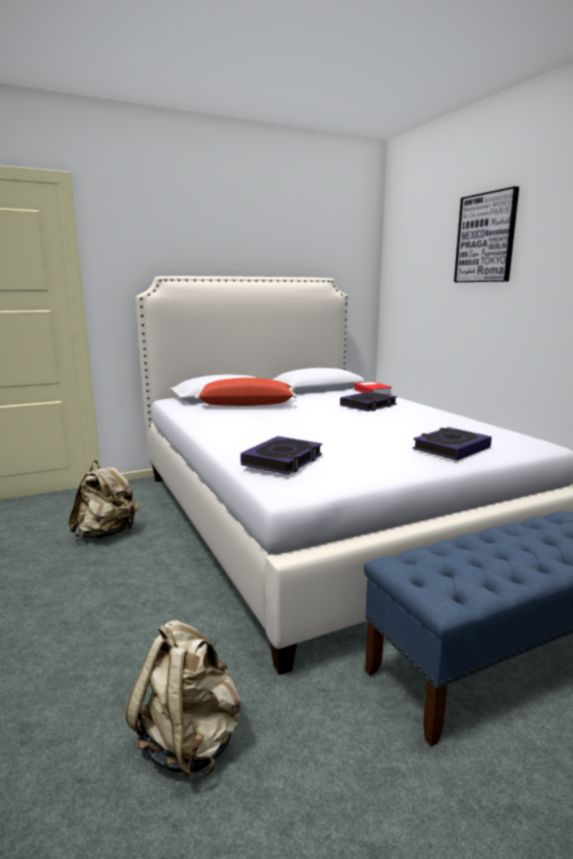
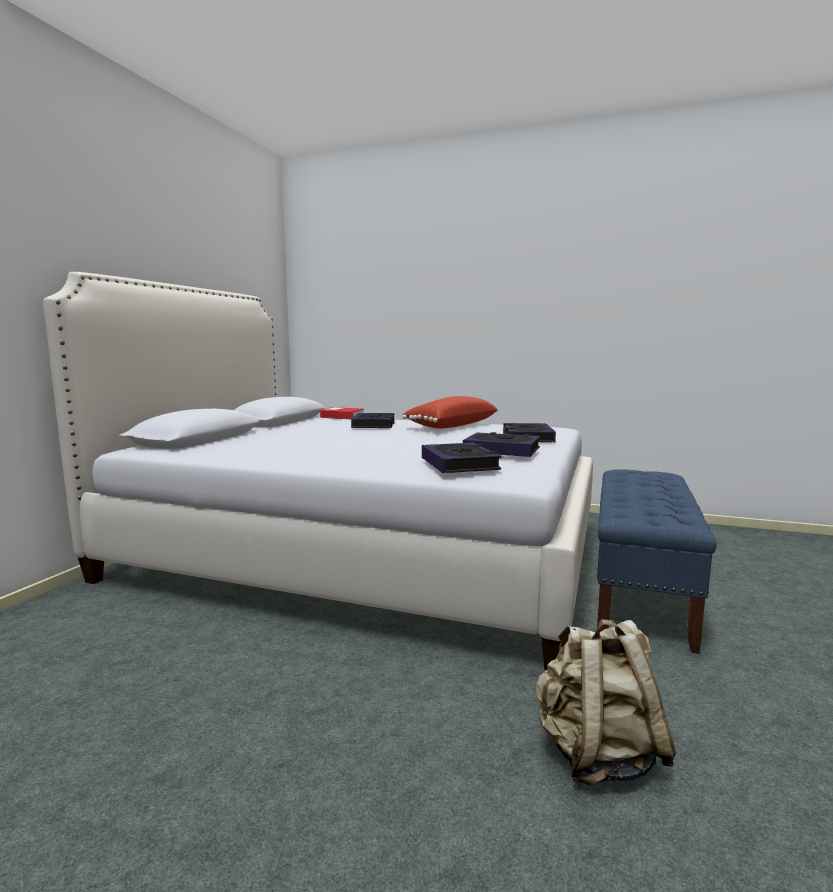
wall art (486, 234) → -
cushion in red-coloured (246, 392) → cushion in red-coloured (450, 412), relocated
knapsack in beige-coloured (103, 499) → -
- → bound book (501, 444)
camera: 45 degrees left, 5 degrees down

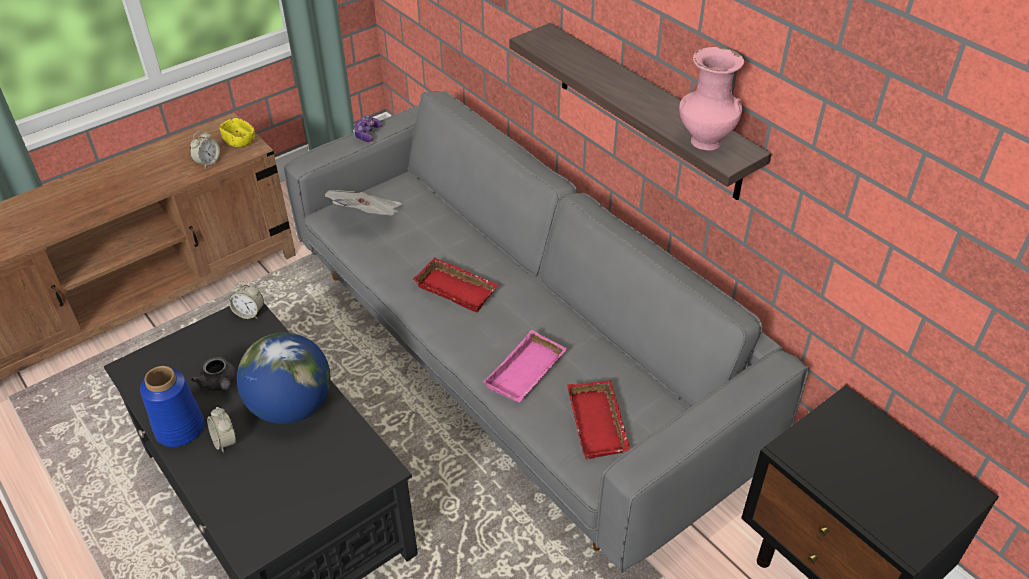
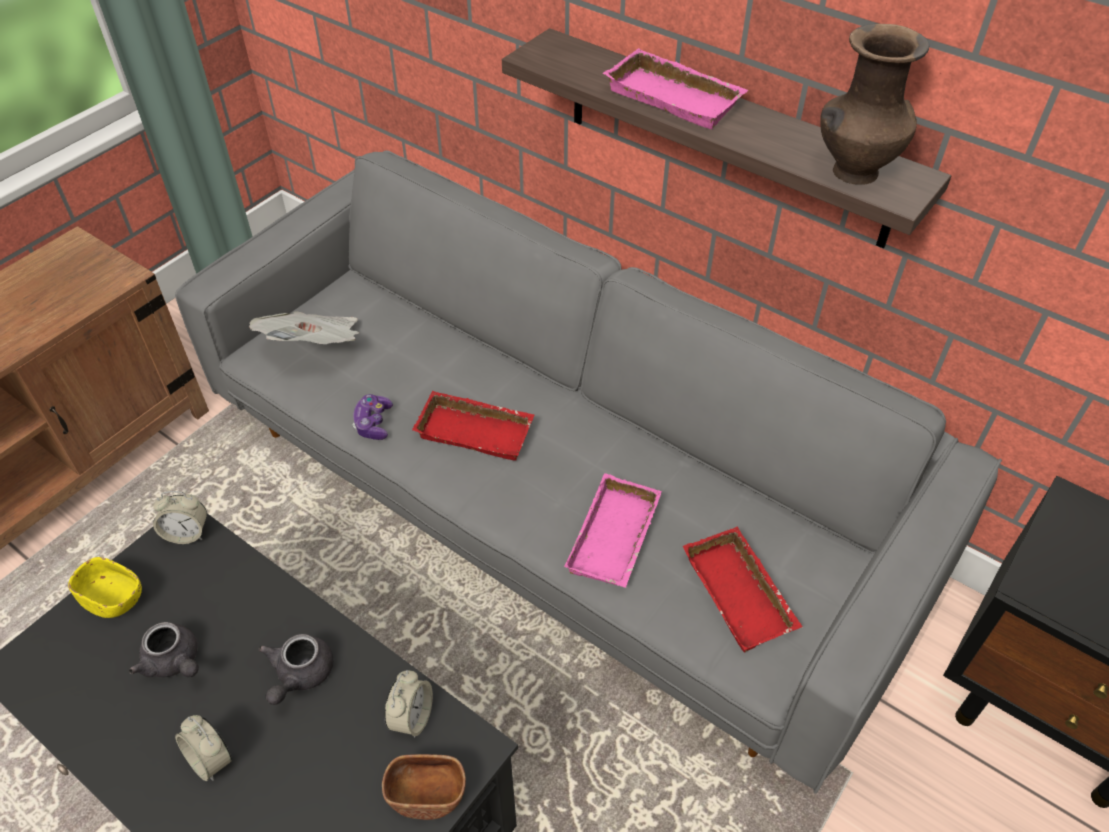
decorative vase in pink-coloured (711, 98) → decorative vase in brown (874, 104)
joypad (367, 129) → joypad (372, 417), relocated
deep dish in yellow-coloured (237, 132) → deep dish in yellow-coloured (105, 587), relocated
alarm clock (205, 149) → alarm clock (408, 704), relocated
world globe (283, 378) → tea pot in grey (295, 669)
decorative vase in blue-coloured (172, 406) → -
- → serving tray in pink-coloured (676, 88)
- → deep dish in brown (424, 787)
camera: 15 degrees left, 5 degrees up

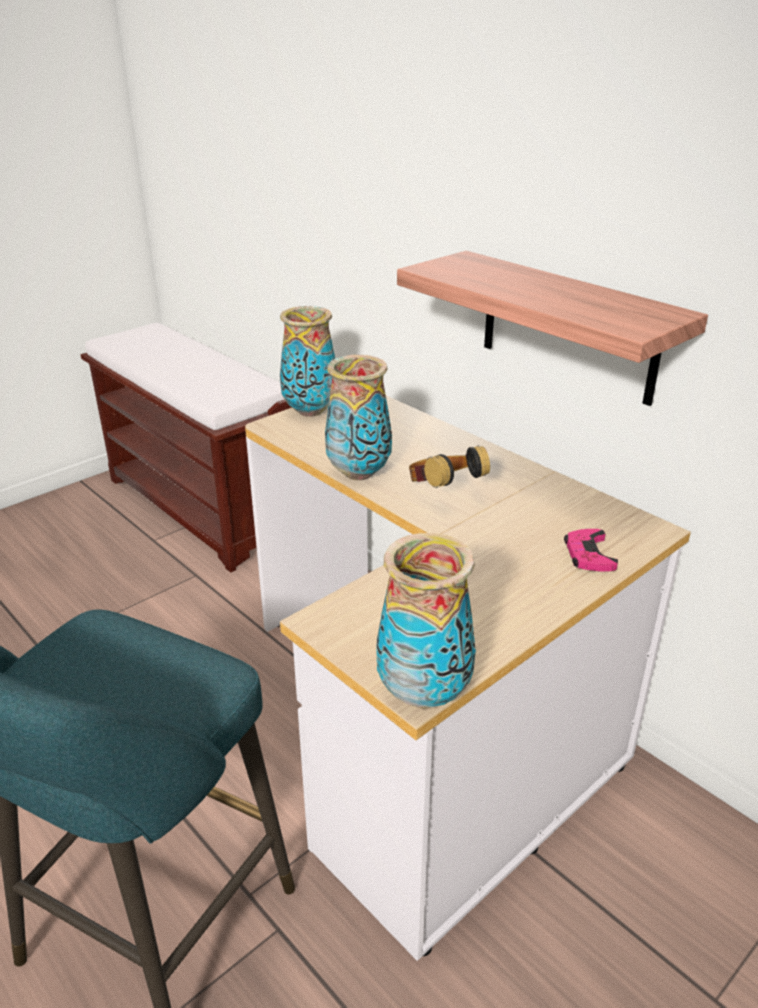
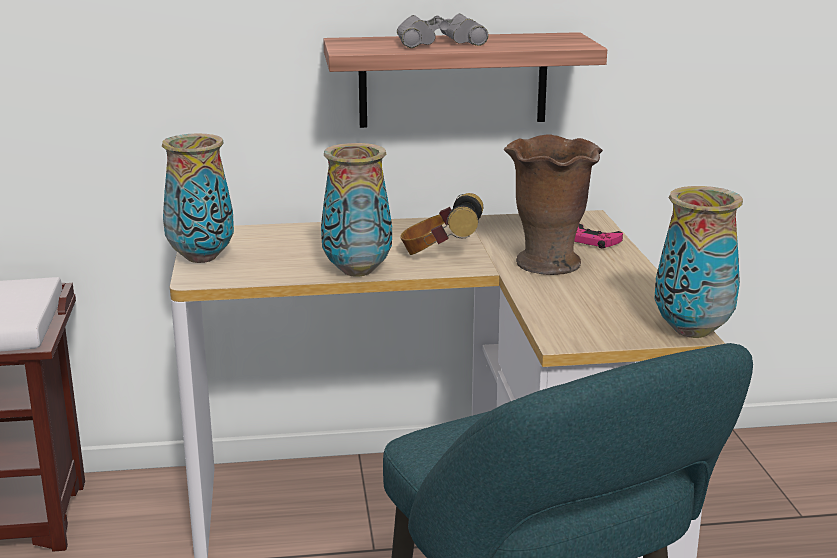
- → field glasses in grey (443, 31)
- → decorative vase in brown (553, 204)
camera: 55 degrees left, 10 degrees down

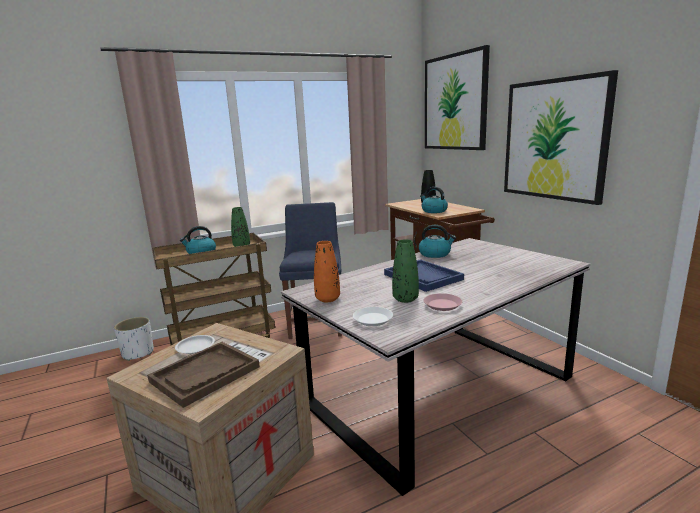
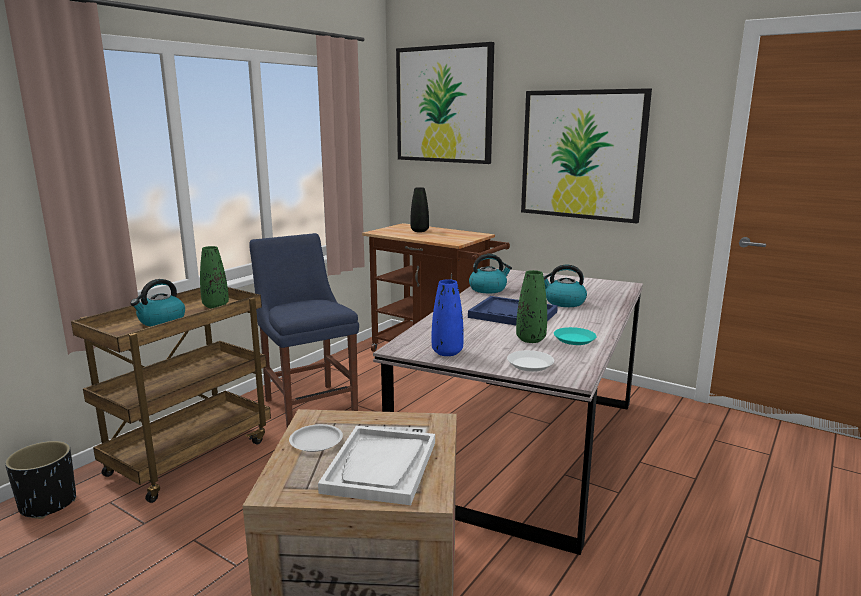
tea kettle (434, 200) → tea kettle (565, 286), relocated
decorative vase in orange (327, 271) → decorative vase in blue-coloured (448, 317)
plate in pink-coloured (443, 302) → plate in turquoise (575, 336)
plant pot in white (134, 339) → plant pot in black-coloured (40, 480)
serving tray in brown (203, 375) → serving tray in white (376, 465)
camera: 30 degrees left, 0 degrees up

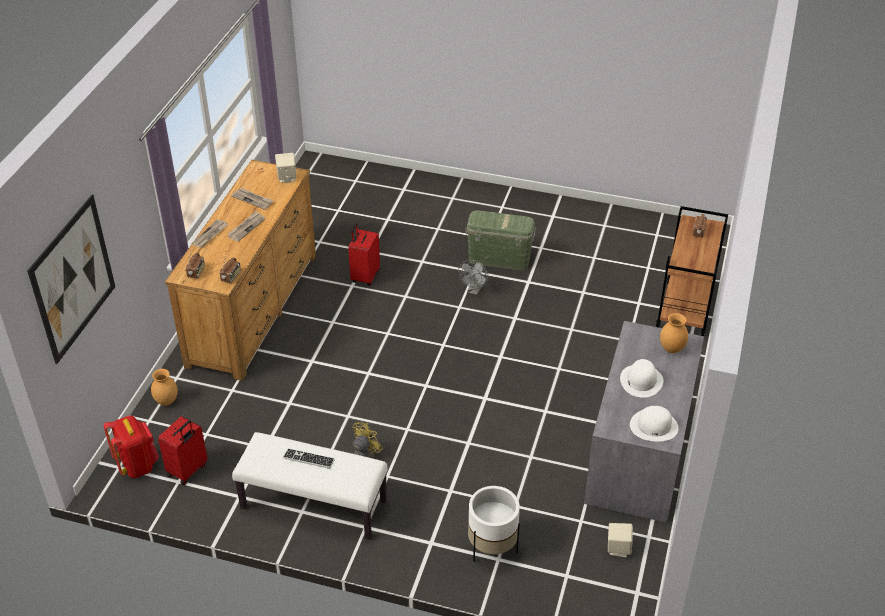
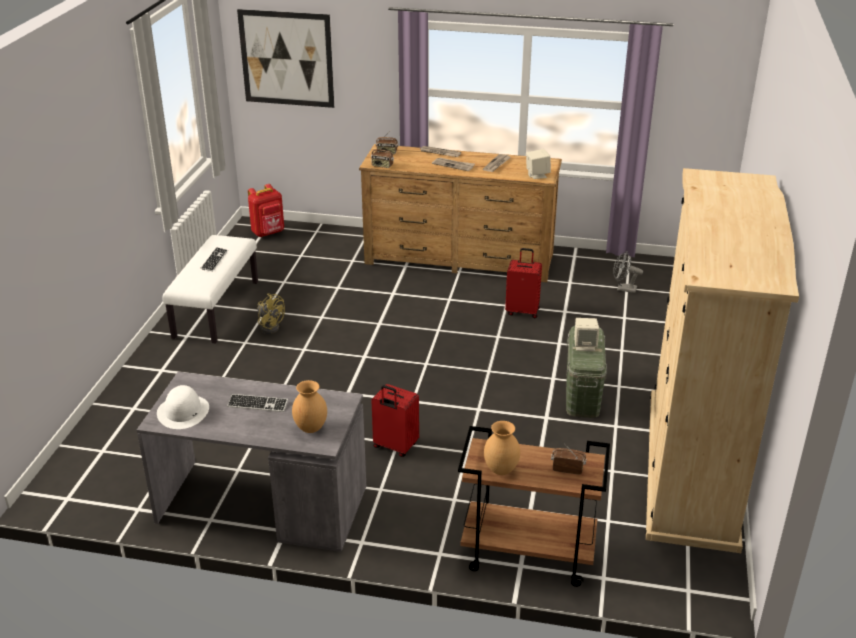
cooling fan in grey (473, 277) → cooling fan in grey (628, 272), relocated
clothing hat in white (641, 378) → PC keyboard (257, 403)
decorative vase in brown (164, 387) → decorative vase in brown (502, 448), relocated
piece of luggage in red-coloured (183, 450) → piece of luggage in red-coloured (395, 420), relocated
plant pot in white (494, 524) → -
audio speaker in beige-coloured (620, 540) → audio speaker in beige-coloured (586, 334), relocated
- → clothes cupboard in beige-coloured (722, 360)
camera: 85 degrees right, 10 degrees down

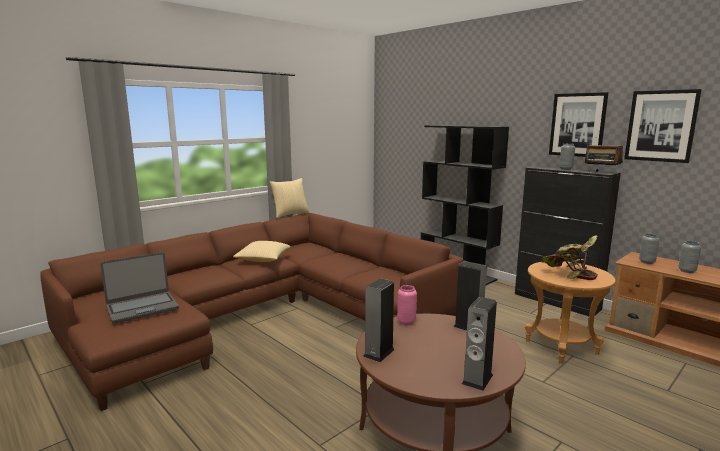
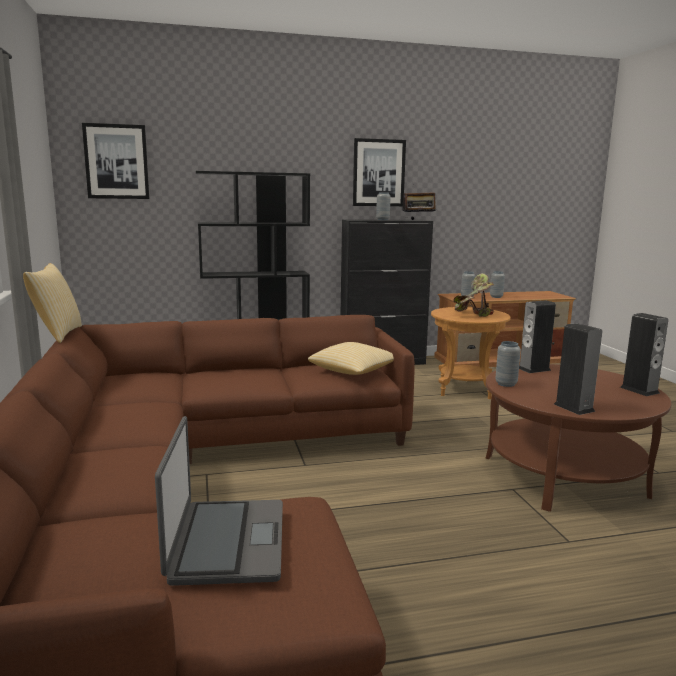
wall art (663, 126) → wall art (115, 161), relocated
cushion (262, 251) → cushion (351, 358), relocated
decorative vase in pink-coloured (407, 305) → decorative vase in grey (508, 364)
camera: 60 degrees left, 0 degrees up

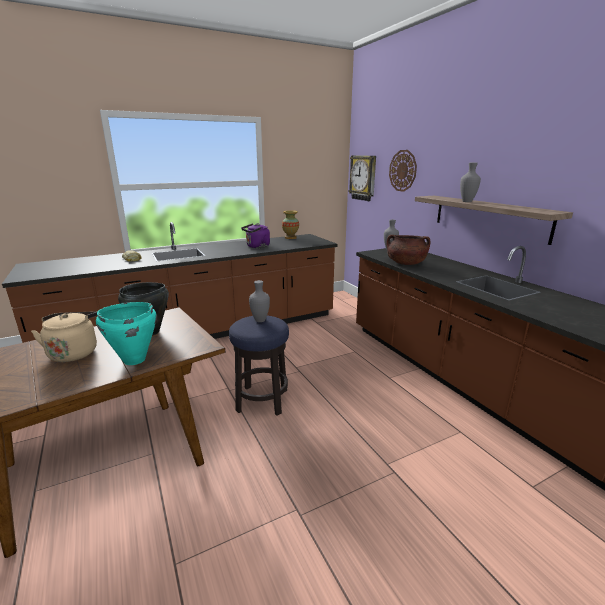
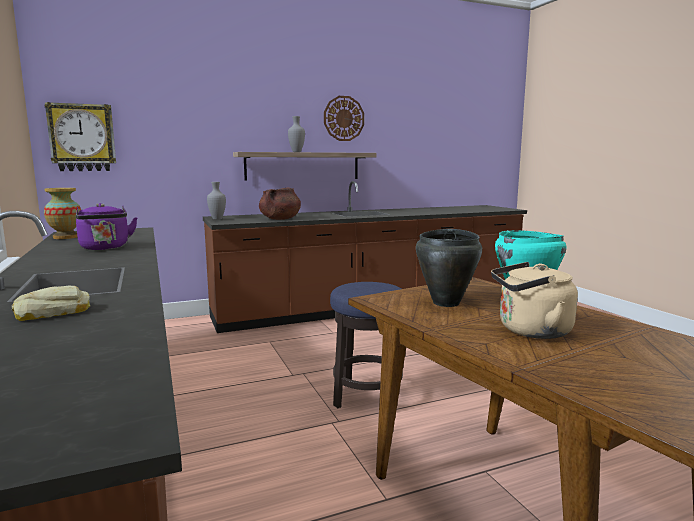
wall clock (403, 171) → wall clock (344, 118), relocated
decorative vase in grey (259, 301) → -
camera: 85 degrees left, 10 degrees down

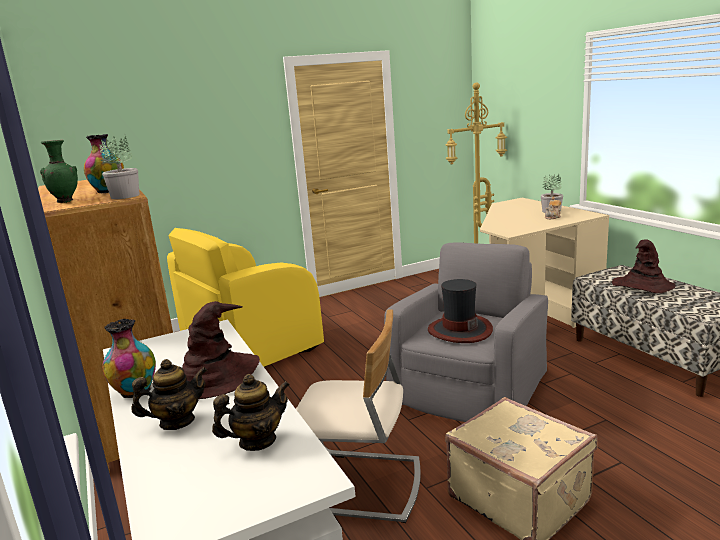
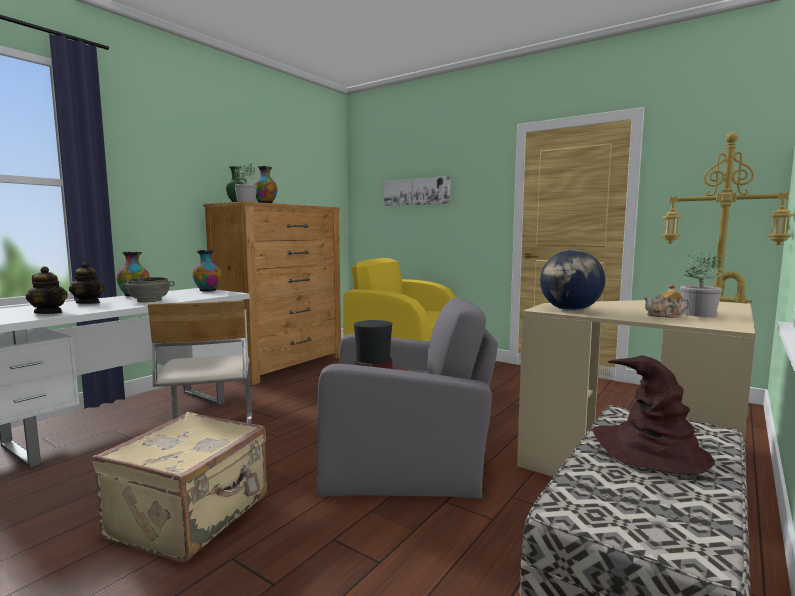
clothing hat in brown (221, 350) → deep dish in grey (147, 289)
- → wall art (417, 191)
- → decorative vase (207, 271)
- → world globe (572, 280)
camera: 60 degrees right, 10 degrees down

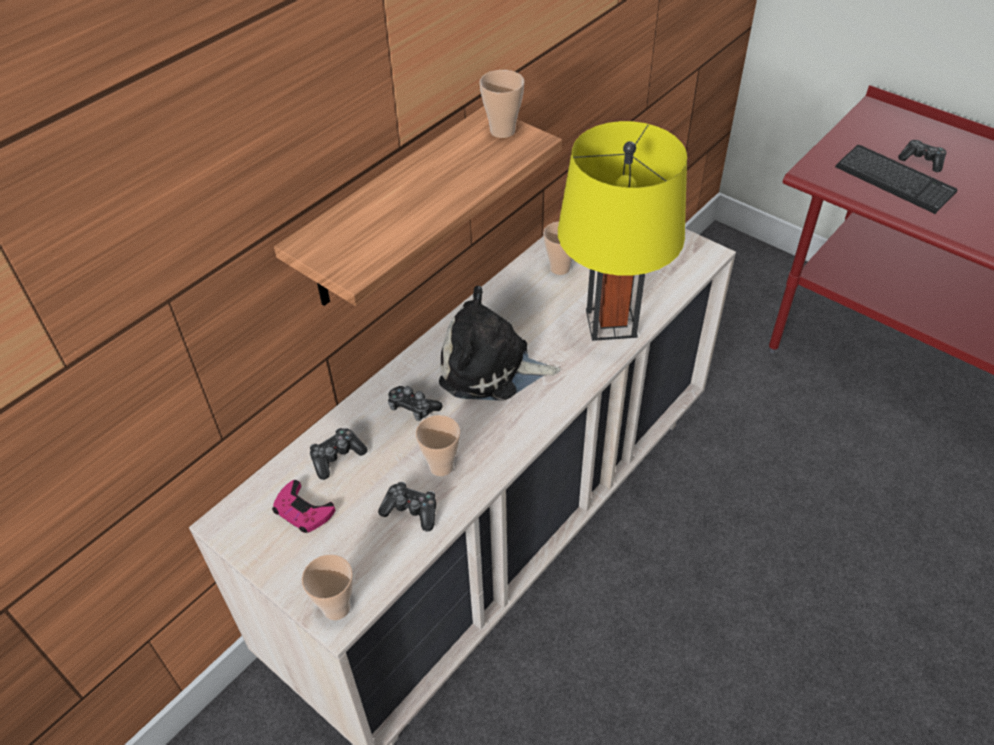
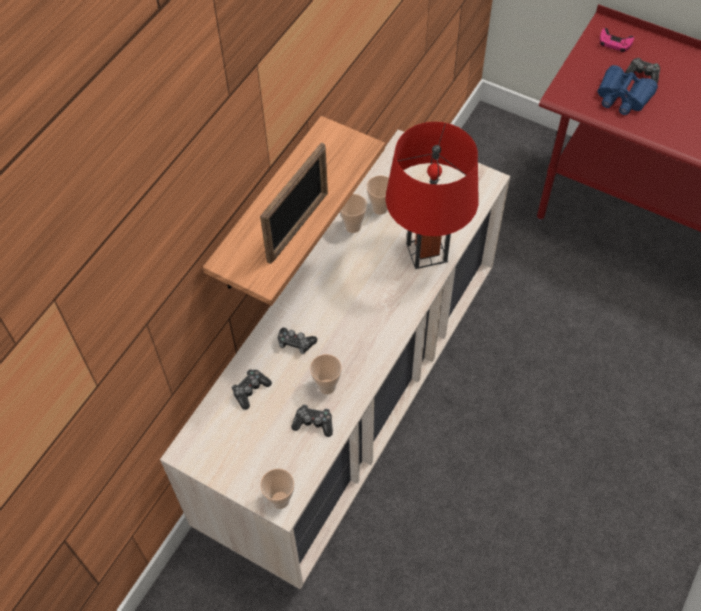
small cup (501, 104) → small cup (353, 213), relocated
table lamp in yellow-coloured (622, 231) → table lamp in red-coloured (432, 195)
PC keyboard (896, 179) → field glasses in blue-coloured (628, 90)
plush toy (499, 343) → -
joypad in pink-coloured (304, 506) → joypad in pink-coloured (617, 40), relocated
- → photo frame (294, 203)
camera: 10 degrees left, 10 degrees up

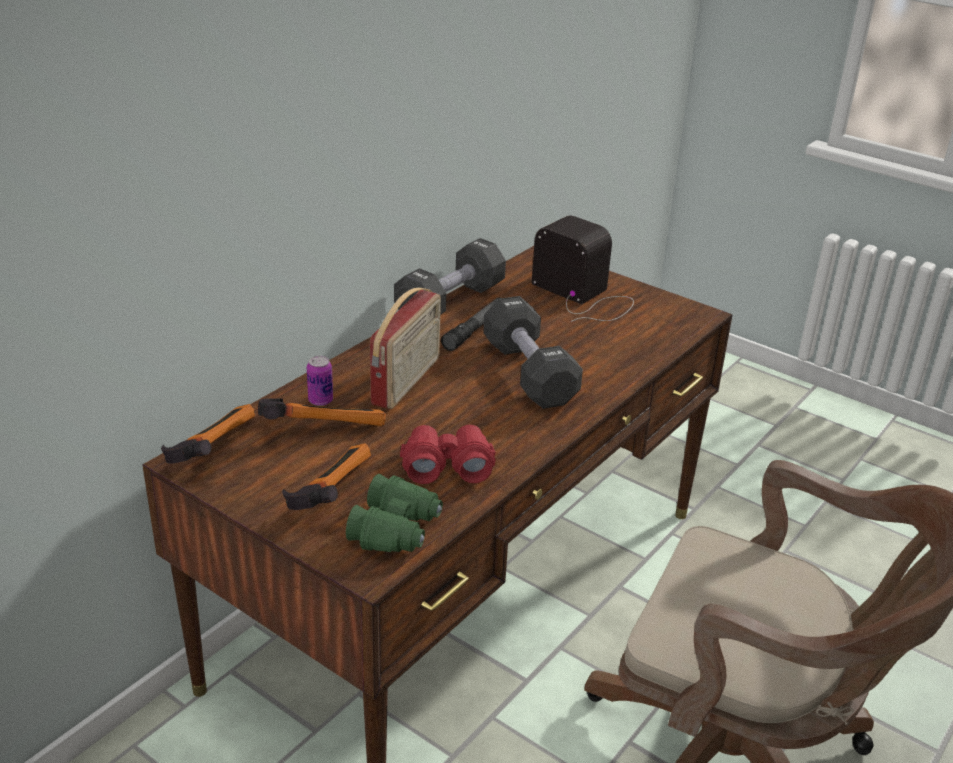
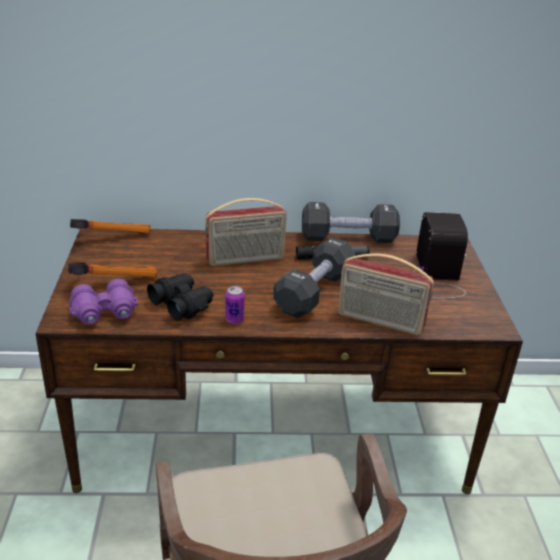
sealed can (320, 381) → sealed can (235, 305), relocated
tool hammer (322, 412) → -
field glasses in red-coloured (448, 454) → field glasses in black-coloured (180, 297)
field glasses in green-coloured (394, 513) → field glasses in purple (103, 302)
- → radio receiver (386, 294)
camera: 50 degrees right, 0 degrees up

